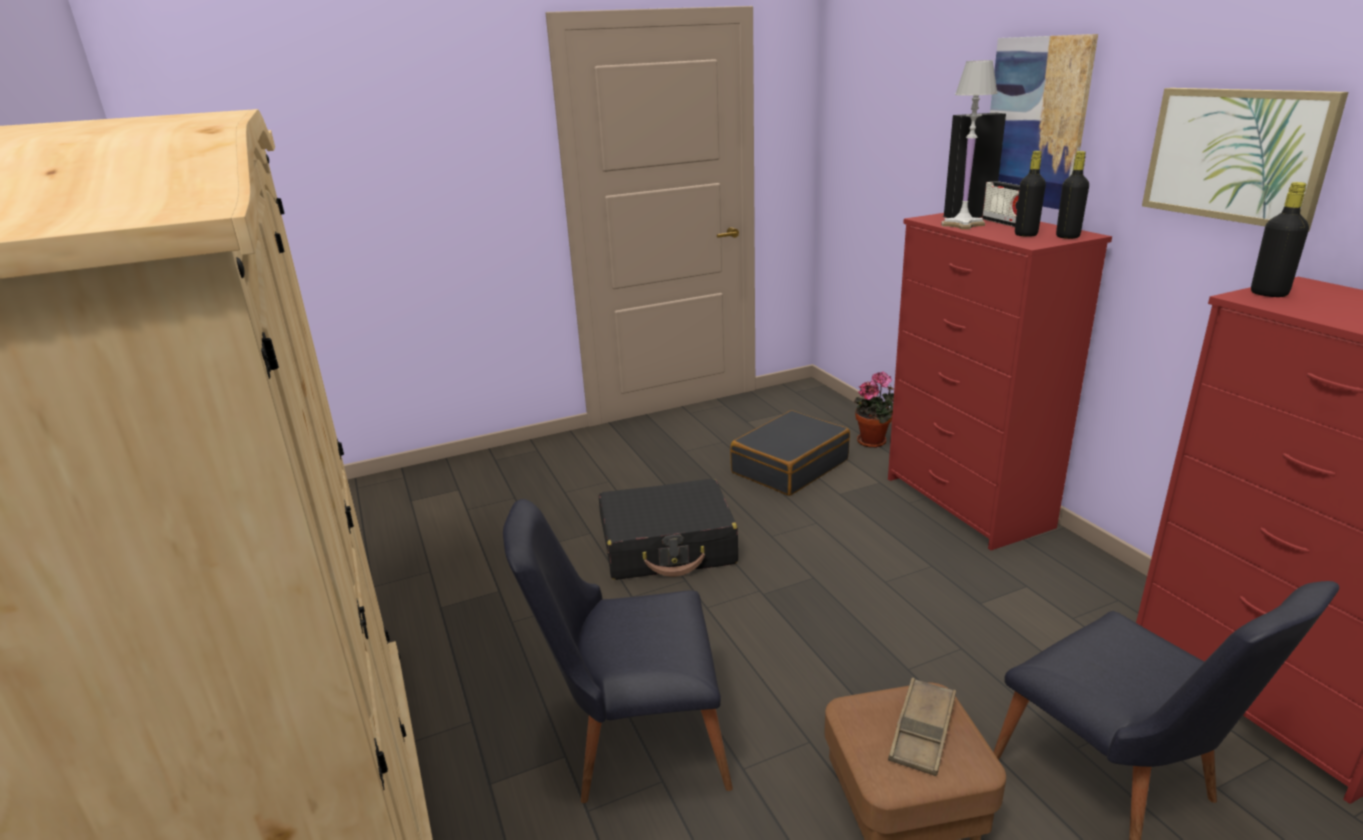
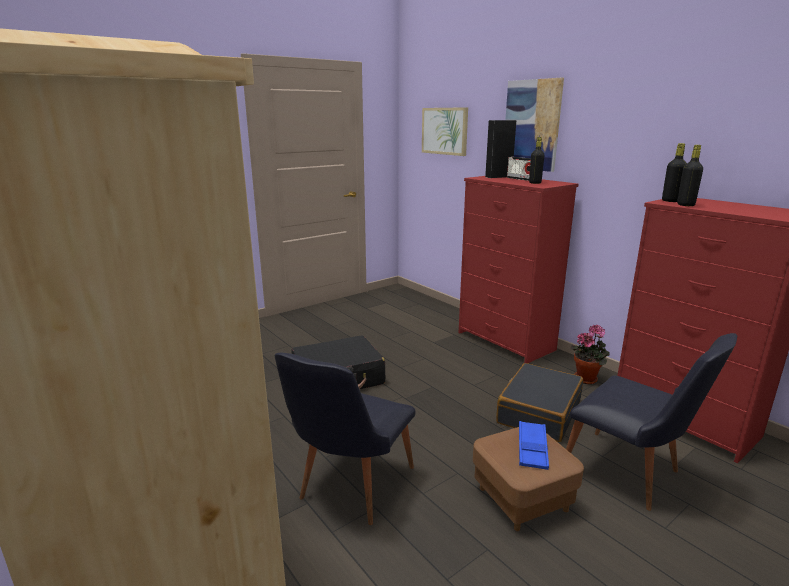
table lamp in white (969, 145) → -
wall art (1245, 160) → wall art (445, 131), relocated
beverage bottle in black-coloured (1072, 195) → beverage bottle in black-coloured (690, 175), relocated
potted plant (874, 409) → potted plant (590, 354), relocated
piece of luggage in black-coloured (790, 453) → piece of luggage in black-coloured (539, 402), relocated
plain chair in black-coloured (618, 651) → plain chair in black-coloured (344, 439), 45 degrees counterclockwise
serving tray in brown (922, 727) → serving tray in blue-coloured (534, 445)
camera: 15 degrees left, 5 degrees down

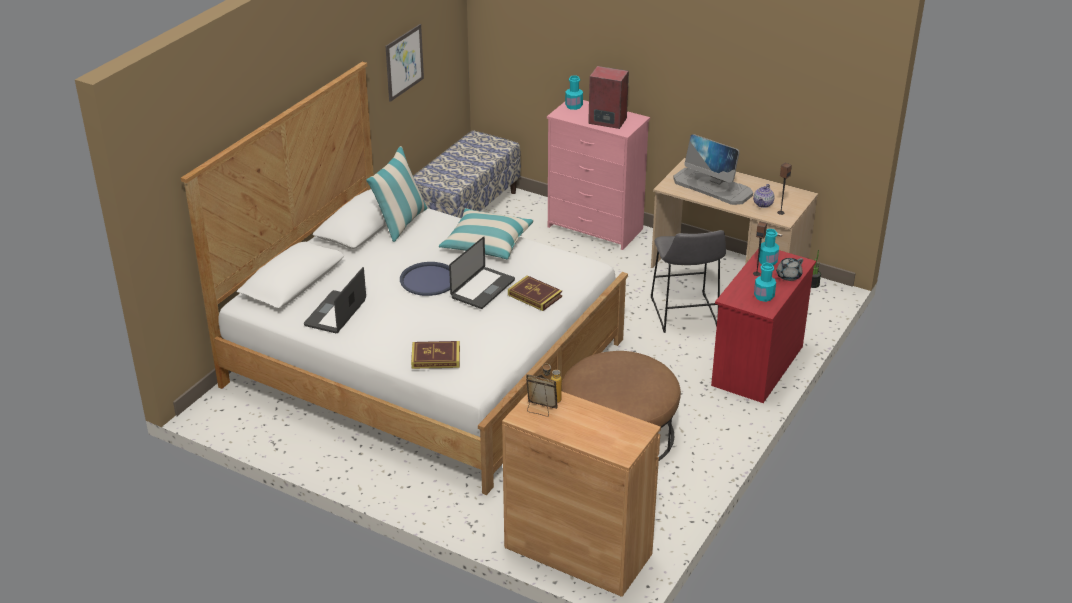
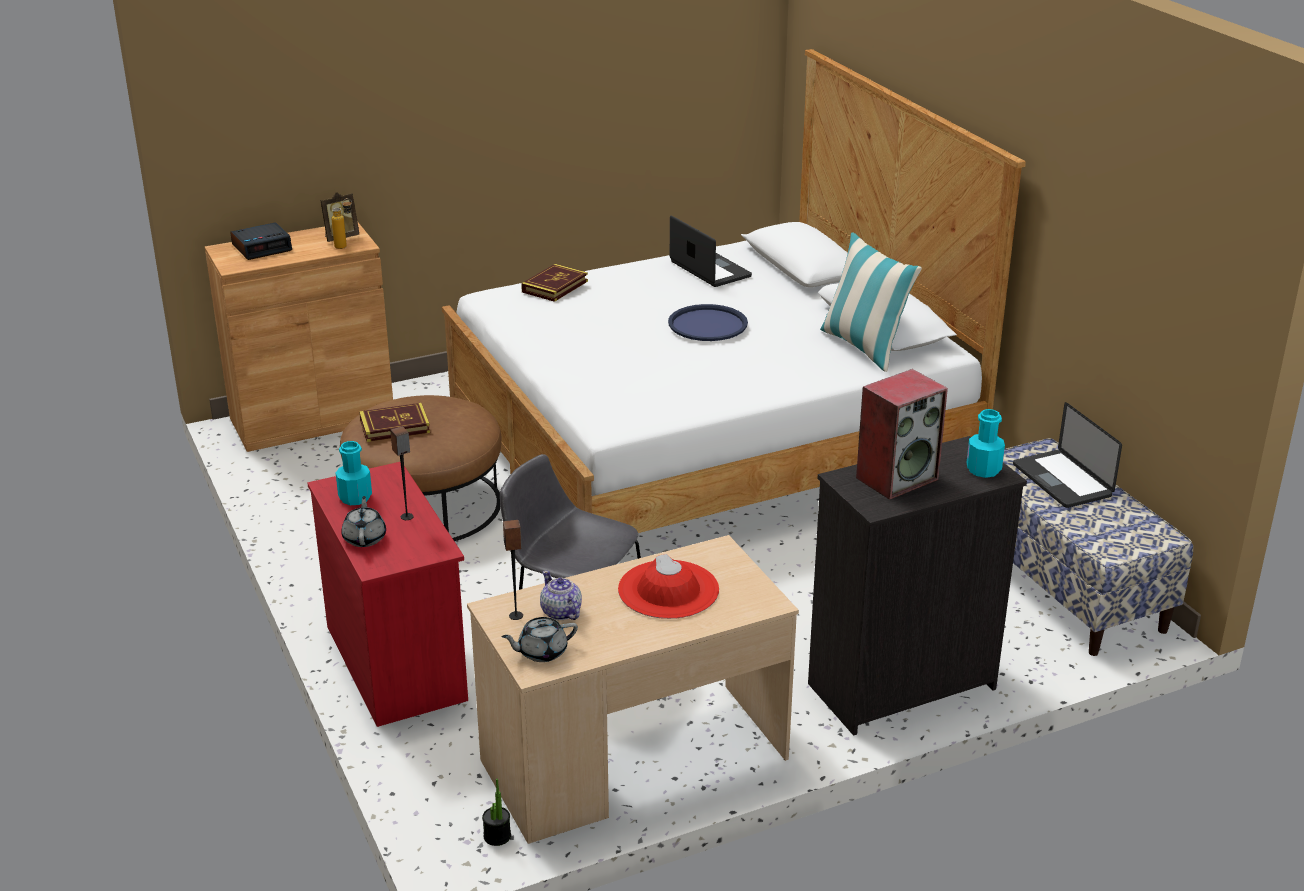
wall art (404, 63) → -
drawer chest in pink-coloured (598, 175) → drawer chest in black-coloured (917, 586)
monitor (713, 169) → clothing hat in red-coloured (668, 586)
cushion (486, 233) → -
beverage bottle in turquoise (769, 247) → -
notebook computer (482, 273) → notebook computer (1067, 455), relocated
bound book (535, 293) → bound book (394, 422), relocated
- → alarm clock (261, 241)
- → tea pot in grey (539, 639)
camera: 125 degrees right, 5 degrees down

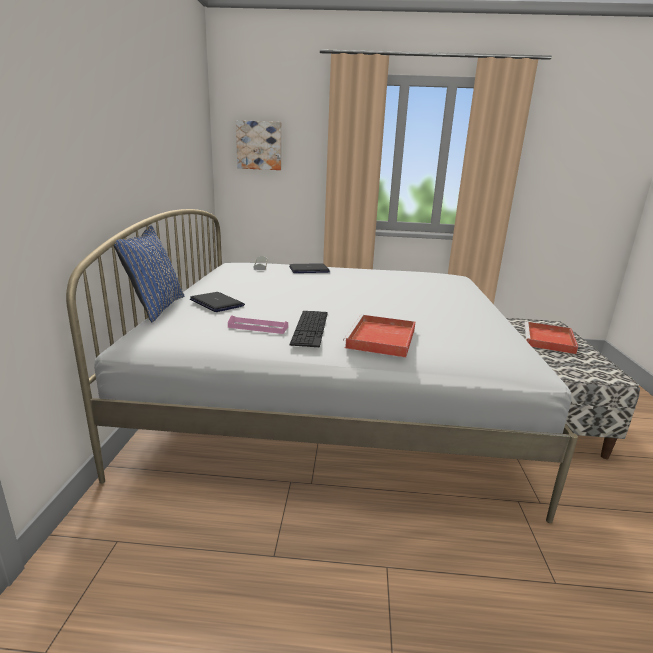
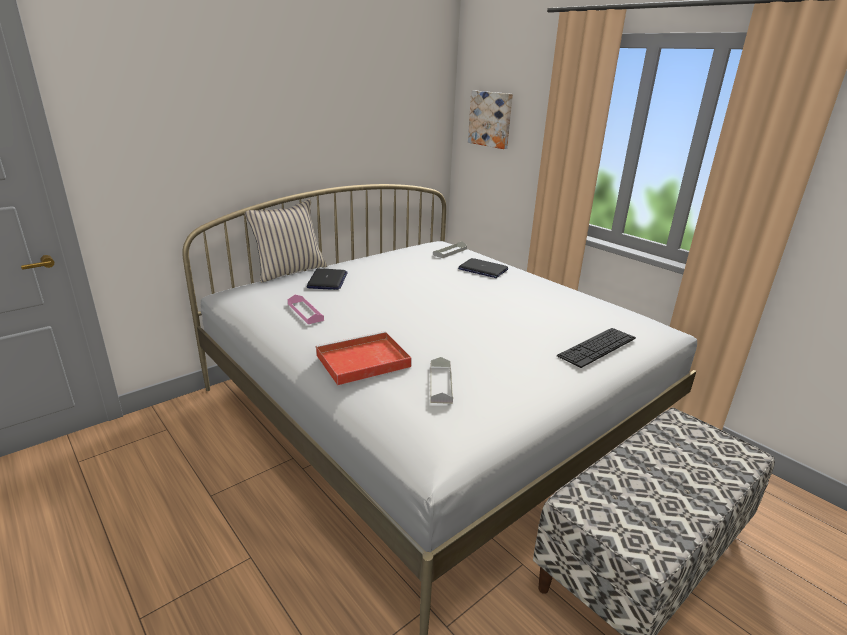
cushion in blue-coloured (149, 274) → cushion in beige-coloured (285, 240)
PC keyboard (309, 329) → PC keyboard (596, 348), relocated
serving tray in red-coloured (551, 338) → -
- → serving tray in grey (441, 380)
camera: 45 degrees right, 5 degrees up

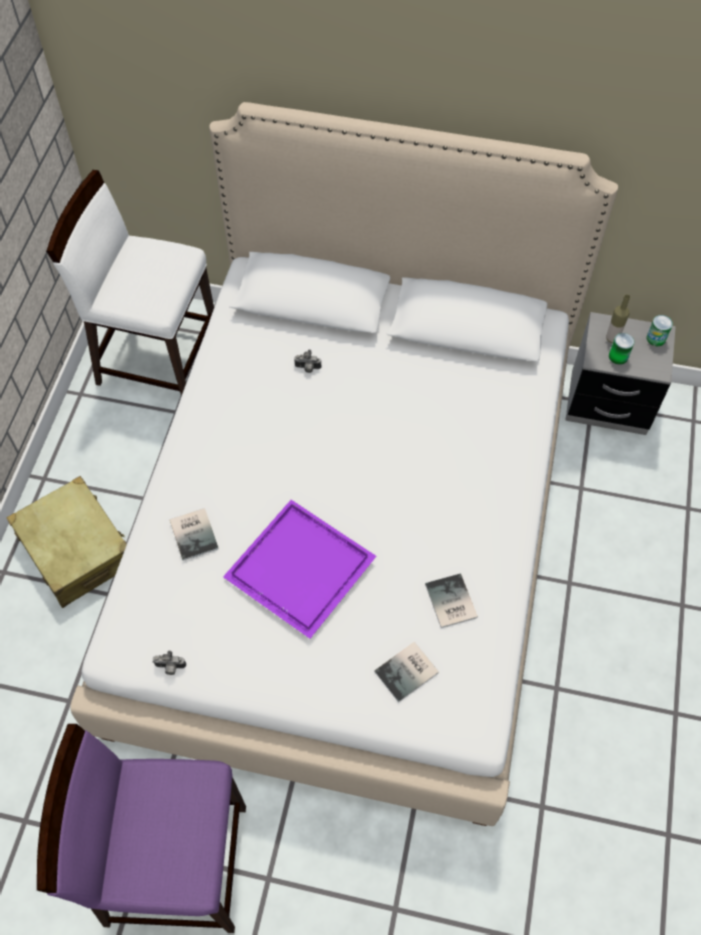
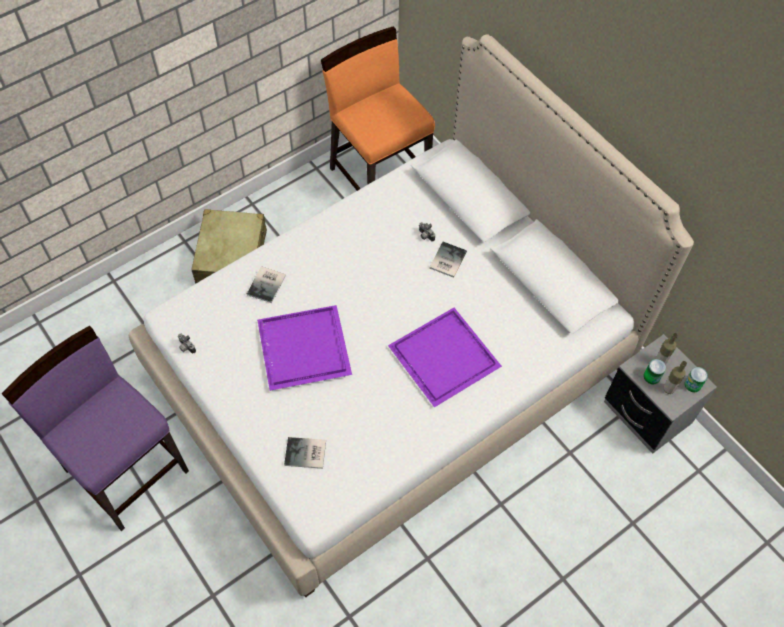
plain chair in white (130, 283) → plain chair in orange (378, 109)
bound book (451, 600) → bound book (448, 260), relocated
- → serving tray in purple (445, 357)
- → beverage bottle (675, 377)
camera: 40 degrees right, 0 degrees up

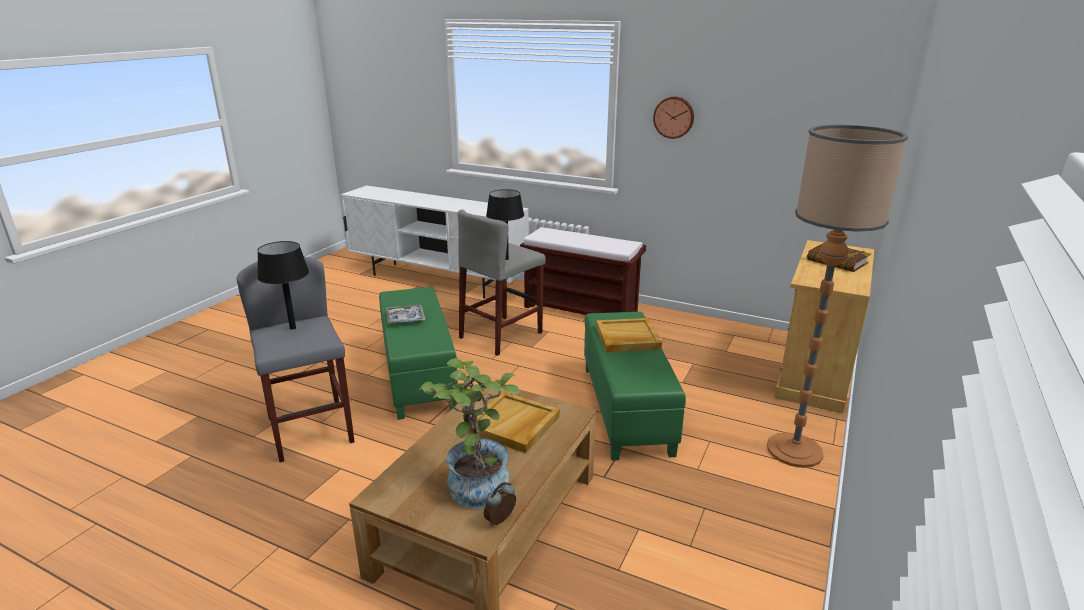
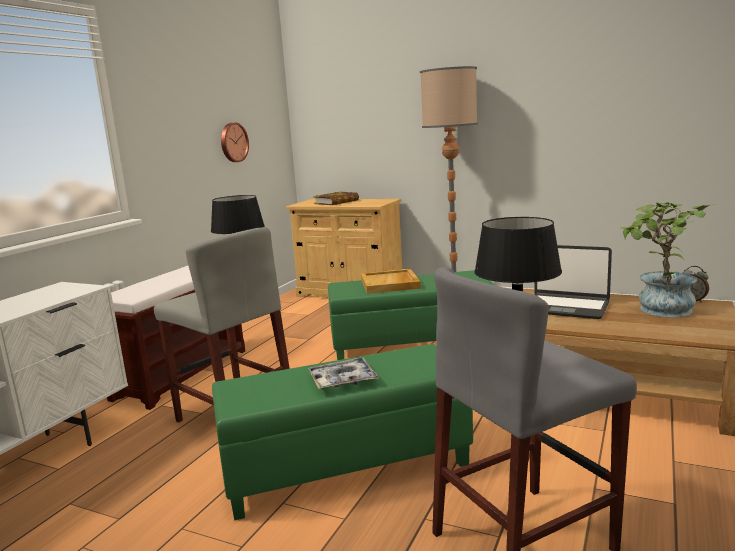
wall clock (673, 117) → wall clock (235, 142), relocated
serving tray in beige-coloured (514, 422) → notebook computer (573, 282)
camera: 90 degrees left, 10 degrees down

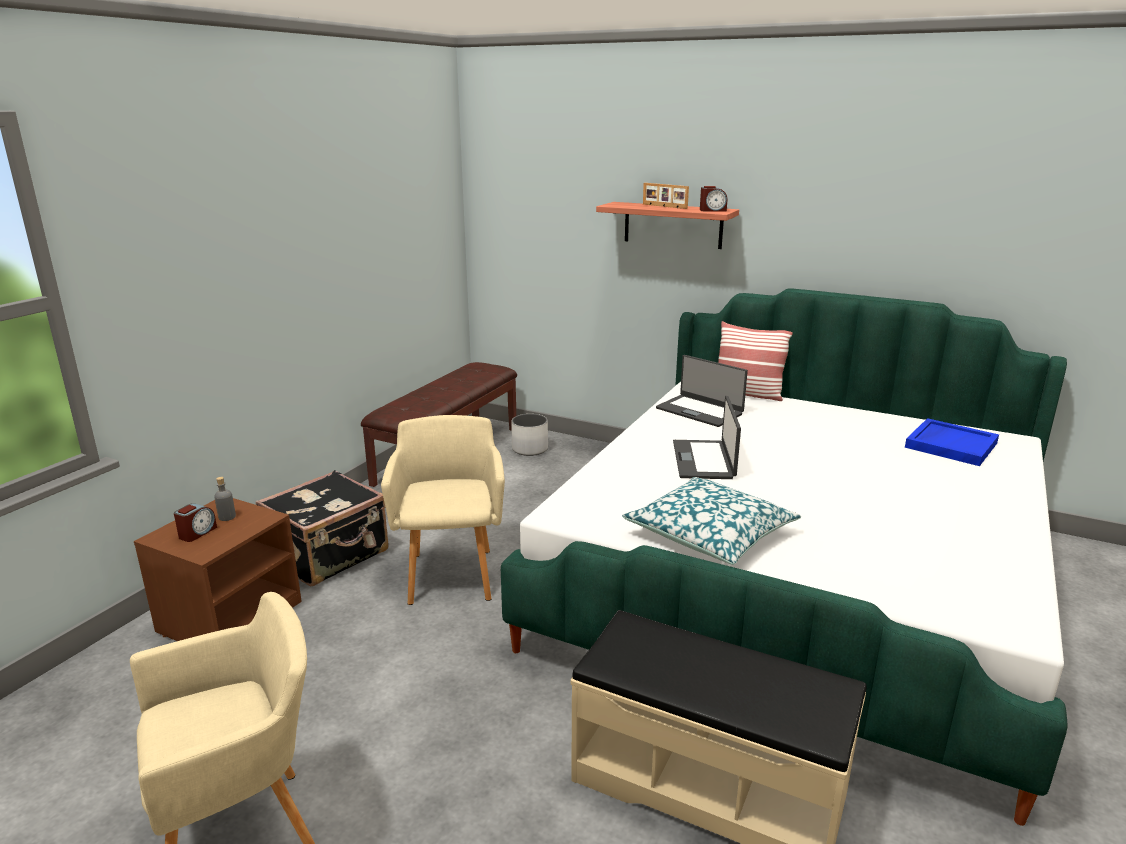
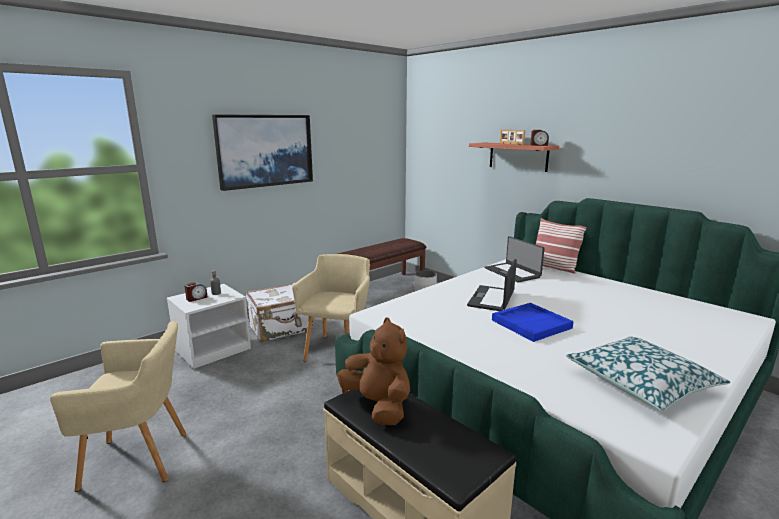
serving tray in blue-coloured (952, 442) → serving tray in blue-coloured (533, 322), relocated
piece of luggage in black-coloured (322, 528) → piece of luggage in white (278, 312)
cushion (711, 521) → cushion (648, 373), relocated
nightstand in brown (218, 569) → nightstand in white (209, 326)
- → wall art (262, 152)
- → plush toy in brown (373, 371)
camera: 20 degrees right, 5 degrees down

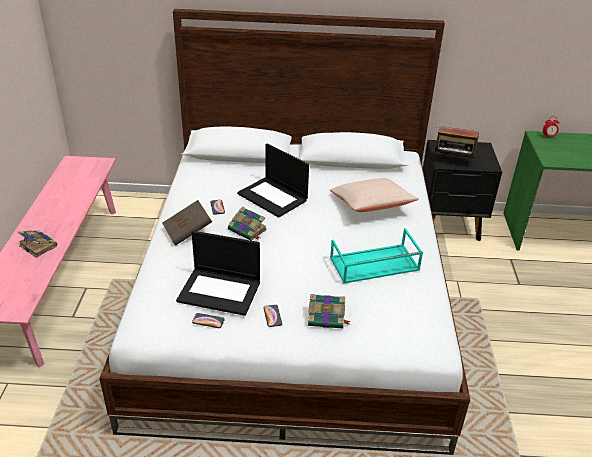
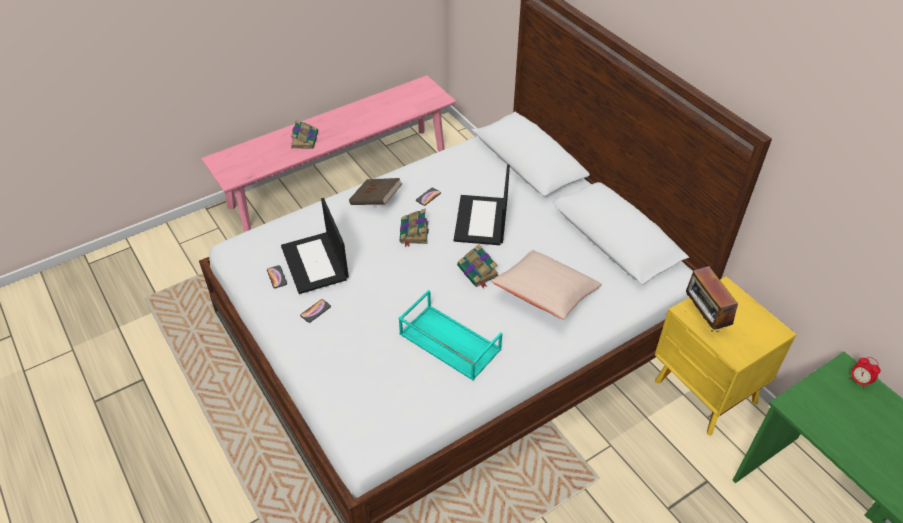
nightstand in black-coloured (462, 190) → nightstand in yellow-coloured (726, 356)
bound book (329, 311) → bound book (478, 266), relocated
camera: 55 degrees right, 10 degrees up

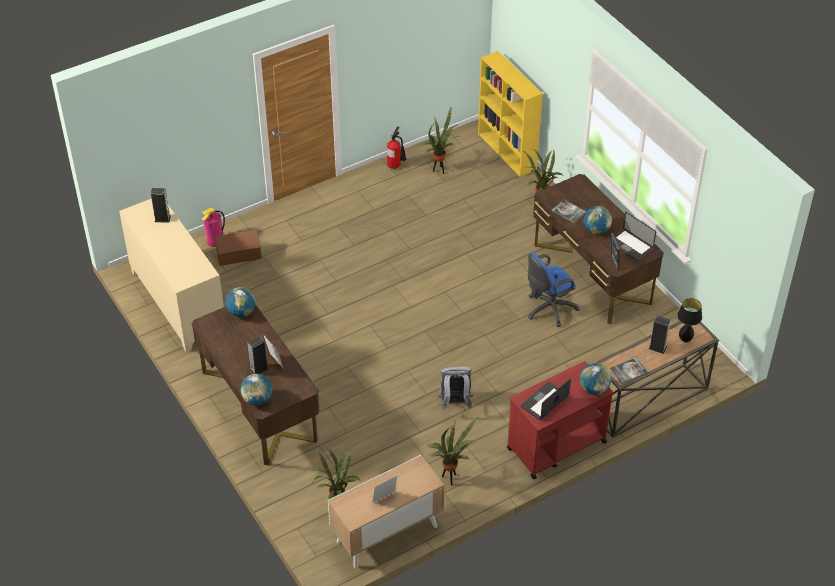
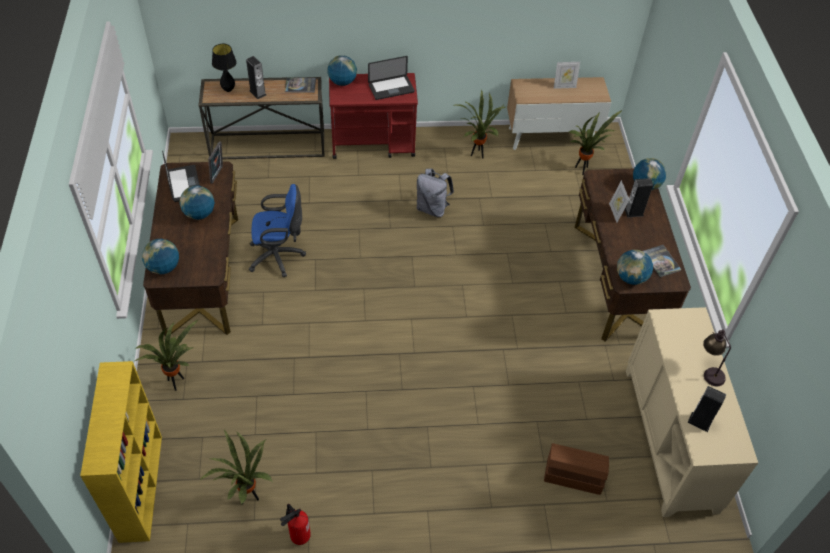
bound book (569, 211) → bound book (662, 261), relocated
fire-fighting cylinder (213, 227) → -
- → world globe (160, 256)
- → table lamp (717, 358)
camera: 155 degrees left, 5 degrees up

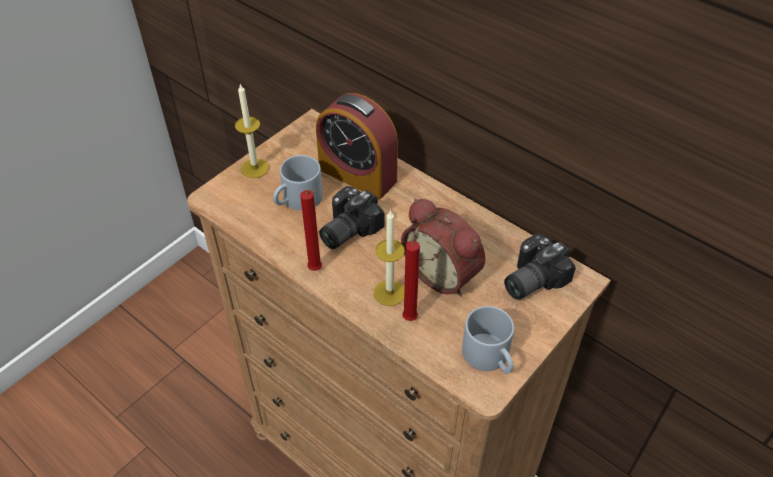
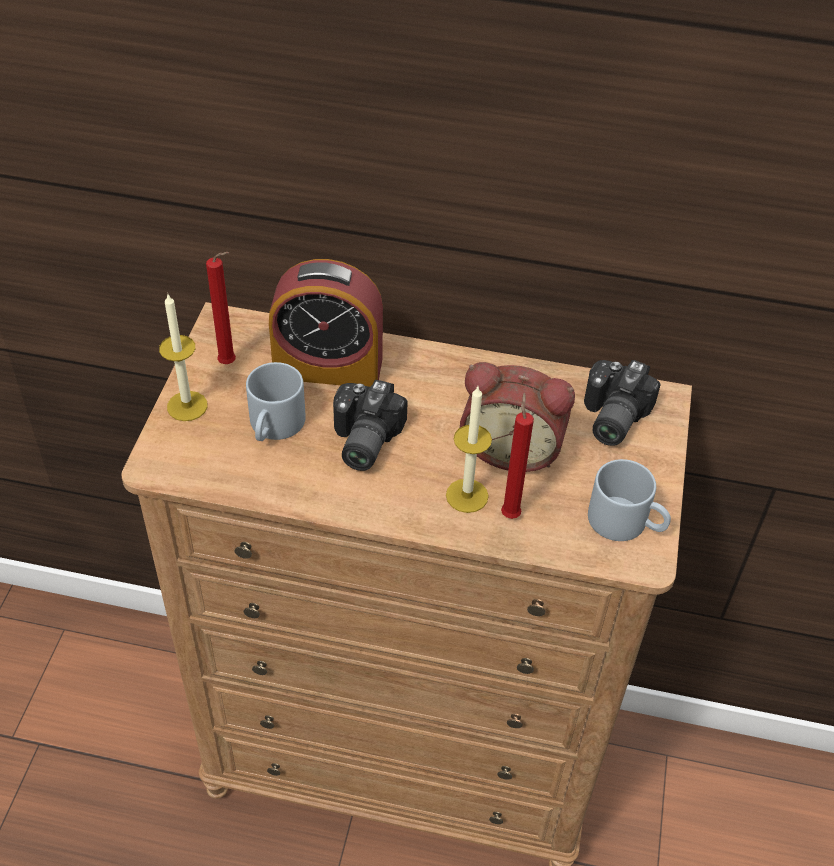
wax light in red-coloured (311, 230) → wax light in red-coloured (221, 308), relocated
camera: 30 degrees left, 0 degrees up

